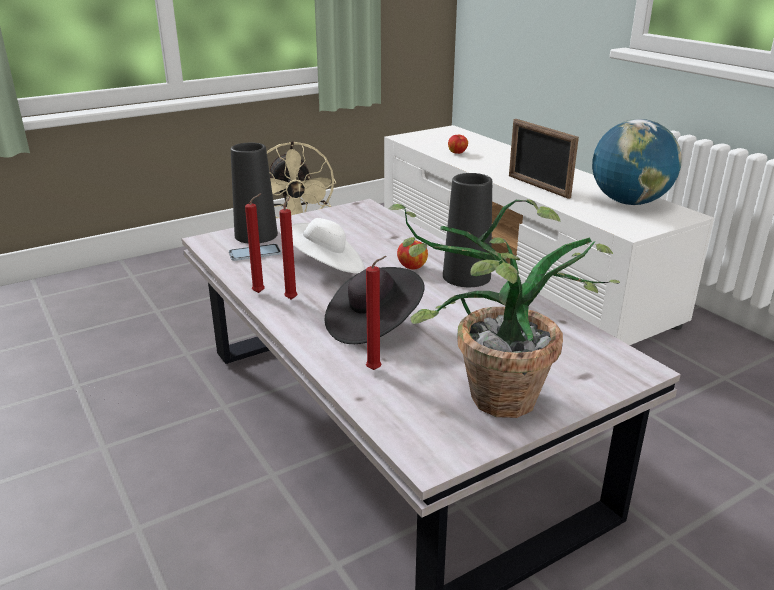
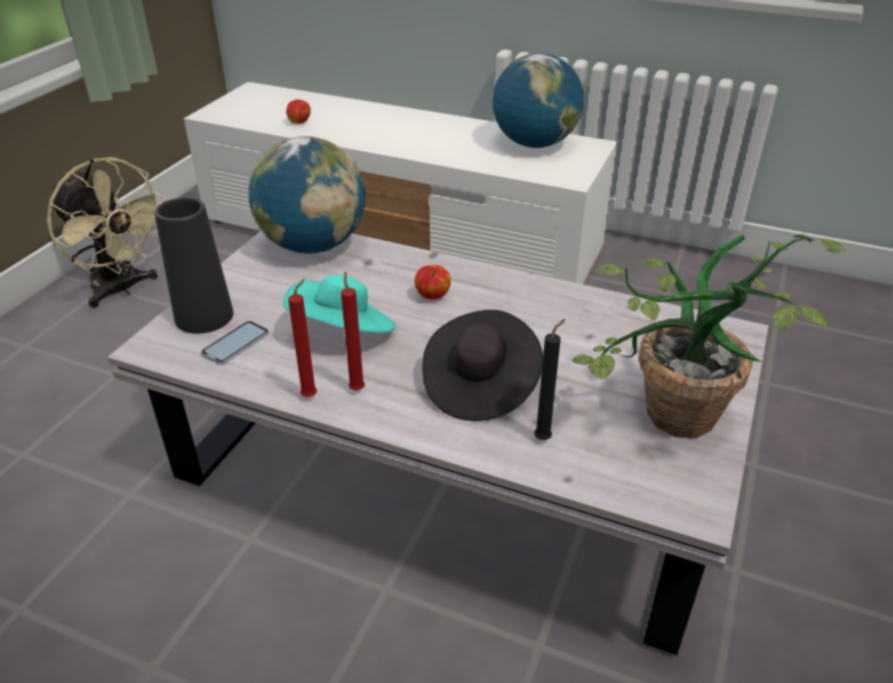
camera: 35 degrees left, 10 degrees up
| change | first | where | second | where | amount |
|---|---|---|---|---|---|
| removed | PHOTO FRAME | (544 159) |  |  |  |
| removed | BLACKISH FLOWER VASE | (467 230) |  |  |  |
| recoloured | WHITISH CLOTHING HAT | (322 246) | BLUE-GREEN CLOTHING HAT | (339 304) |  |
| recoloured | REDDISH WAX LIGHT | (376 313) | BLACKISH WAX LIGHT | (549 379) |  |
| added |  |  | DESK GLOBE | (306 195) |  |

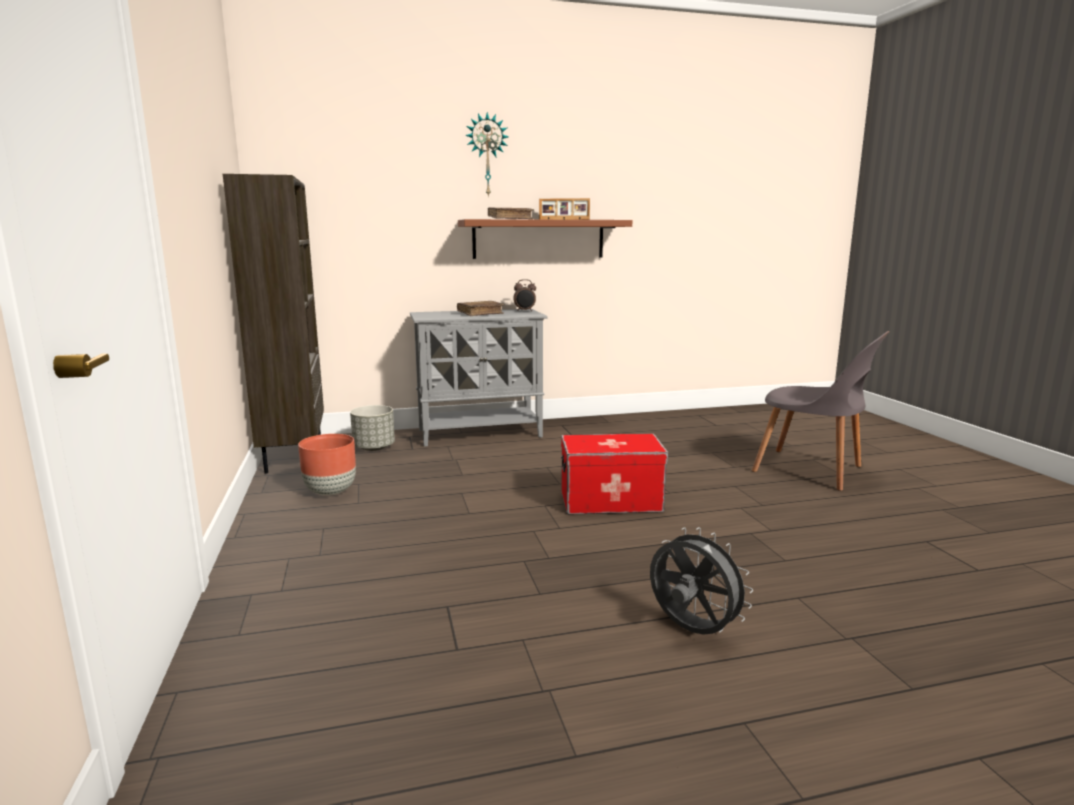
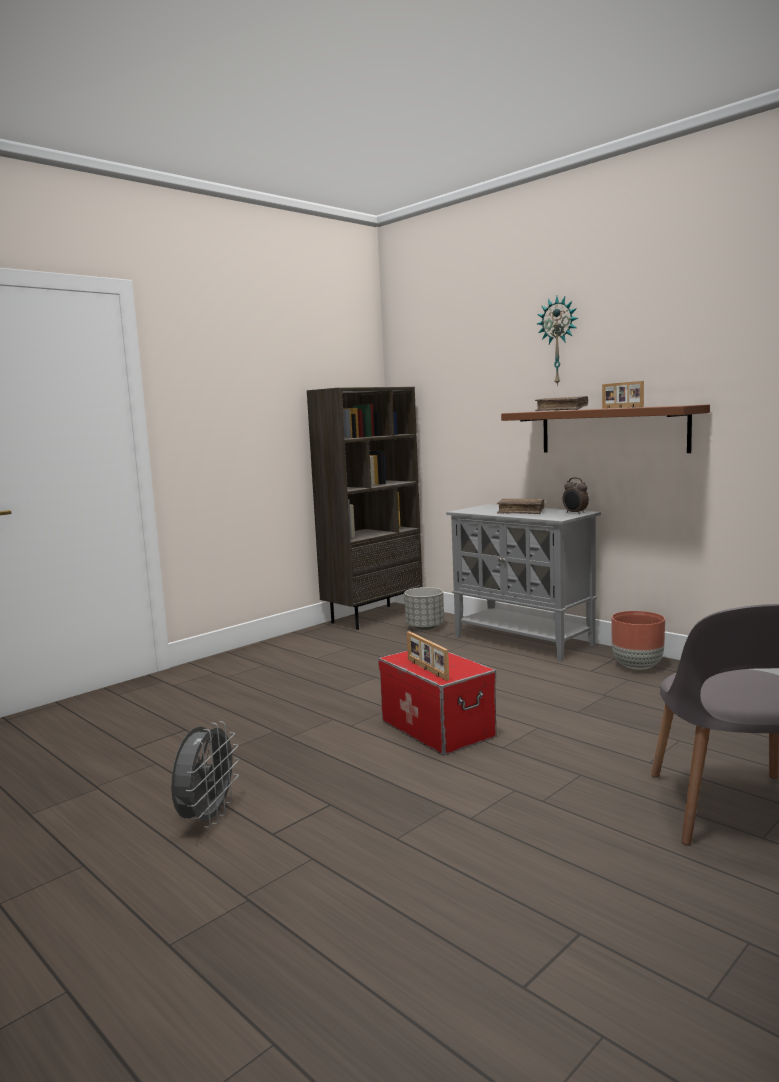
camera: 60 degrees right, 5 degrees down
| change | first | where | second | where | amount |
|---|---|---|---|---|---|
| moved | BROWN FLOWER POT | (327 465) |  | (638 640) |  |
| added |  |  | PHOTO FRAME | (428 656) |  |

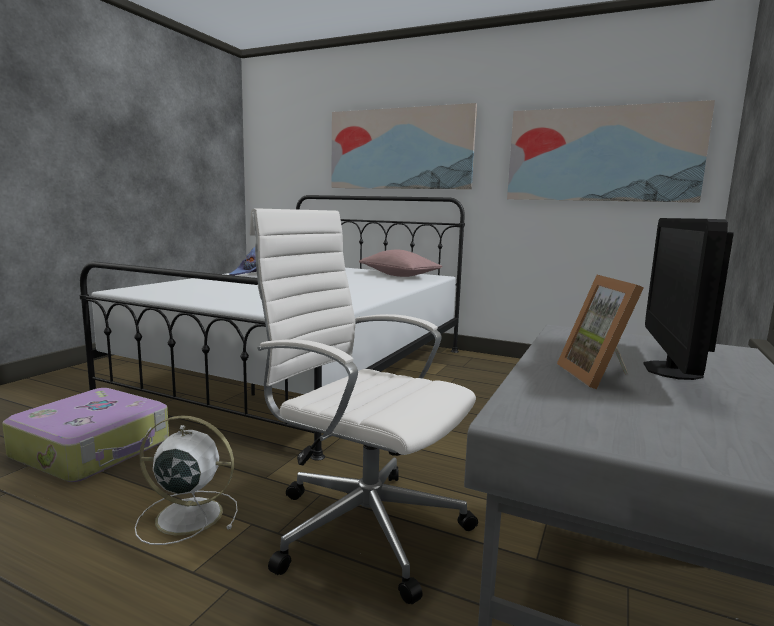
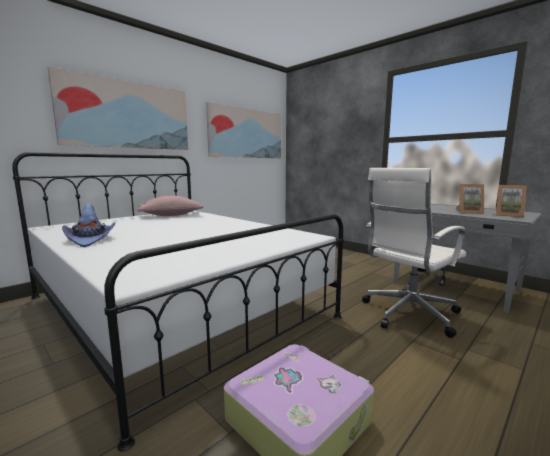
camera: 70 degrees left, 0 degrees up
| change | first | where | second | where | amount |
|---|---|---|---|---|---|
| removed | COMPUTER SCREEN | (689 299) |  |  |  |
| removed | WHITISH FAN | (186 480) |  |  |  |
| added |  |  | PHOTO FRAME | (511 201) |  |

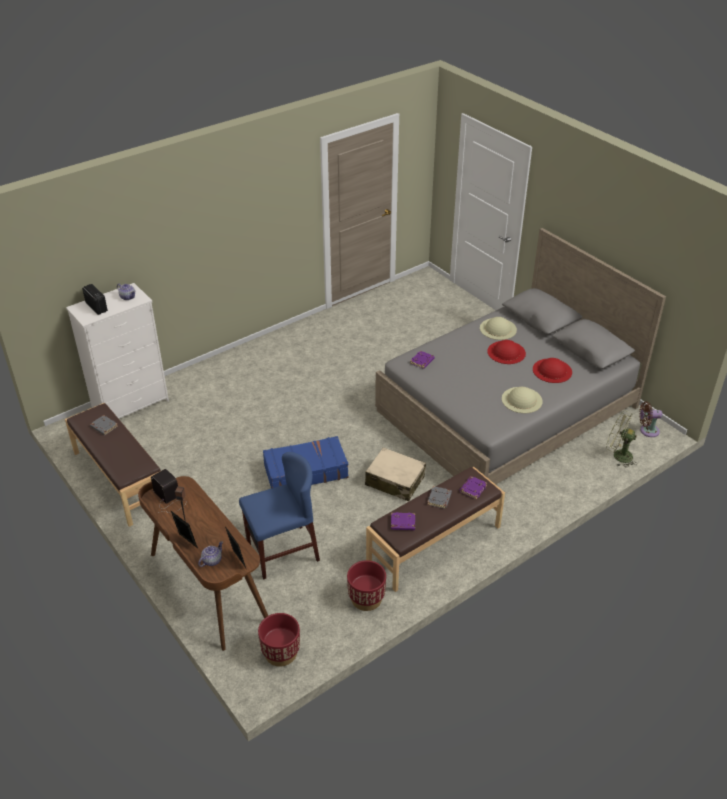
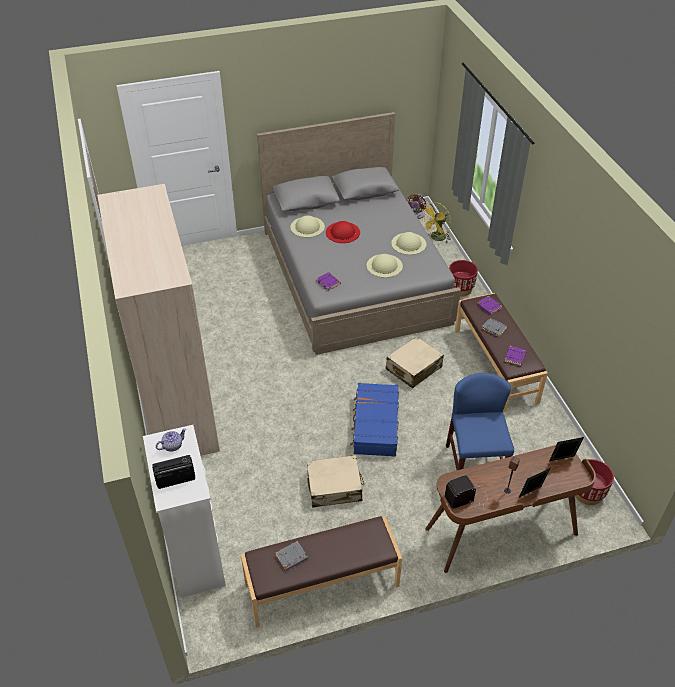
camera: 70 degrees left, 5 degrees up
| change | first | where | second | where | amount |
|---|---|---|---|---|---|
| removed | REDDISH CLOTHING HAT | (552 370) |  |  |  |
| recoloured | GREENISH FAN | (621 439) | YELLOWISH FAN | (435 222) |  |
| removed | POT FOR TEA | (210 554) |  |  |  |
| moved | REDDISH FLOWER POT | (366 585) |  | (463 278) |  |
| added |  |  | BEIGE-COLOURED CLOTHES CUPBOARD | (158 320) |  |
| added |  |  | BEIGE-COLOURED CLOTHING HAT | (385 266) |  |
| added |  |  | BEIGE-COLOURED PIECE OF LUGGAGE | (335 481) |  |

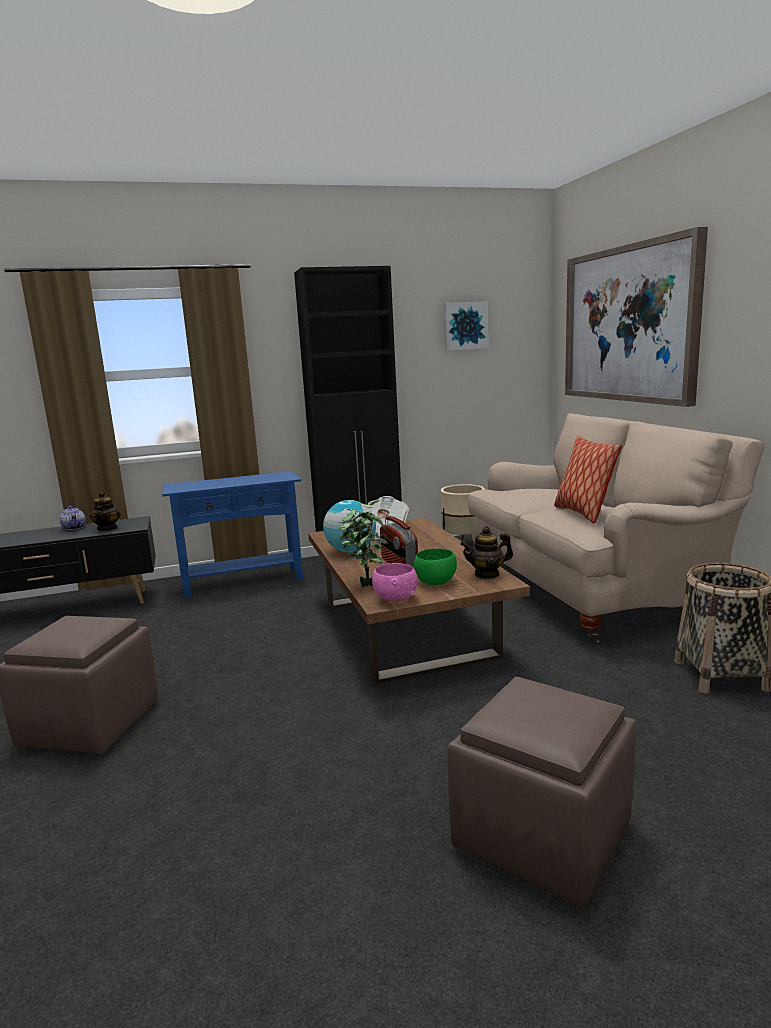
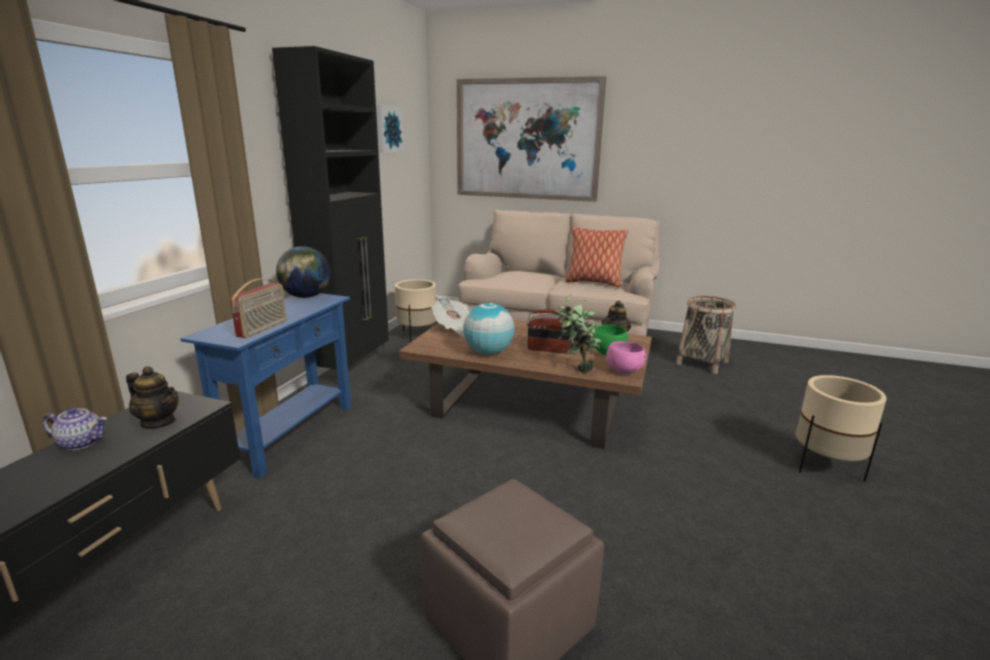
camera: 55 degrees left, 5 degrees up
| change | first | where | second | where | amount |
|---|---|---|---|---|---|
| replaced | BROWN OTTOMAN | (541 792) | BEIGE-COLOURED FLOWER POT | (841 428) |  |
| added |  |  | DESK GLOBE | (303 272) |  |
| added |  |  | RADIO | (258 308) |  |

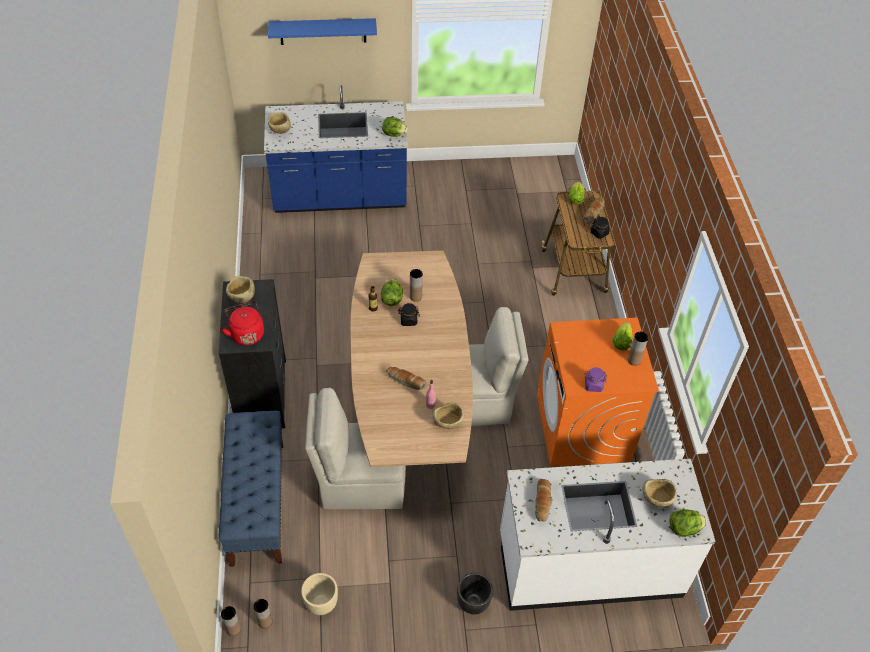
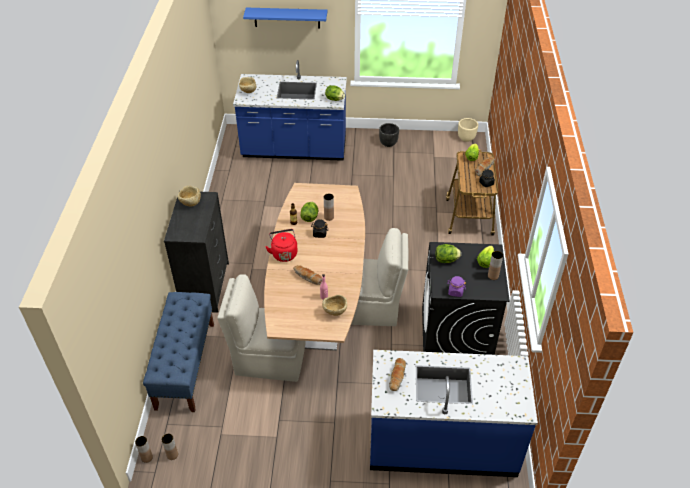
camera: 10 degrees right, 5 degrees down
| change | first | where | second | where | amount |
|---|---|---|---|---|---|
| moved | REDDISH KETTLE | (242 323) |  | (281 245) |  |
| recoloured | ORANGE LAUNDRY APPLIANCE | (598 392) | BLACKISH LAUNDRY APPLIANCE | (466 298) |  |
| recoloured | WHITISH COUNTER | (608 534) | BLUISH COUNTER | (454 413) |  |
| removed | BEIGE-COLOURED SERVING BOWL | (659 493) |  |  |  |
| moved | LETTUCE HEAD | (688 523) |  | (448 253) |  |
| moved | BLACKISH FLOWER POT | (475 593) |  | (389 135) |  |
| moved | BEIGE-COLOURED FLOWER POT | (319 594) |  | (468 130) |  |

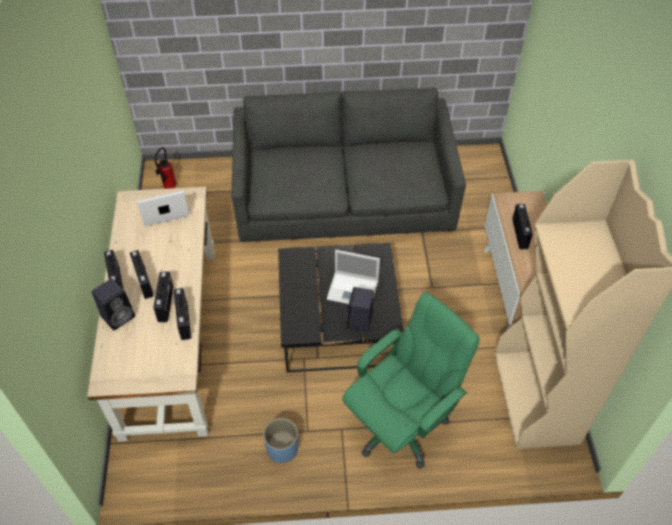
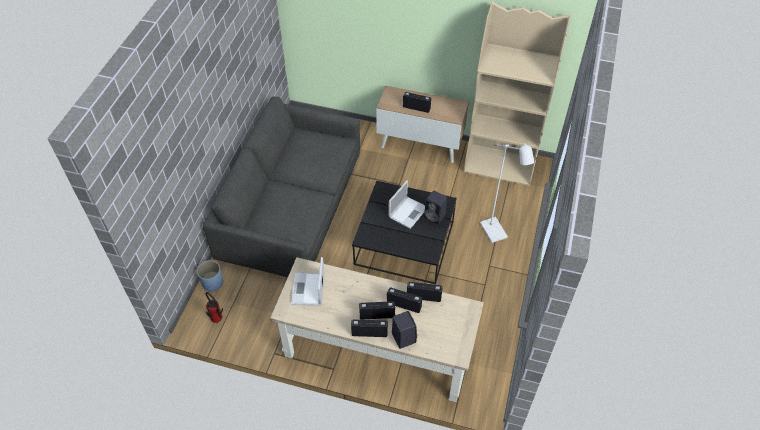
camera: 70 degrees left, 0 degrees up
| change | first | where | second | where | amount |
|---|---|---|---|---|---|
| replaced | GREENISH DESK CHAIR | (411 380) | WHITISH FLOOR LAMP | (507 193) |  |
| moved | BLUISH FLOWER POT | (280 440) |  | (210 275) |  |

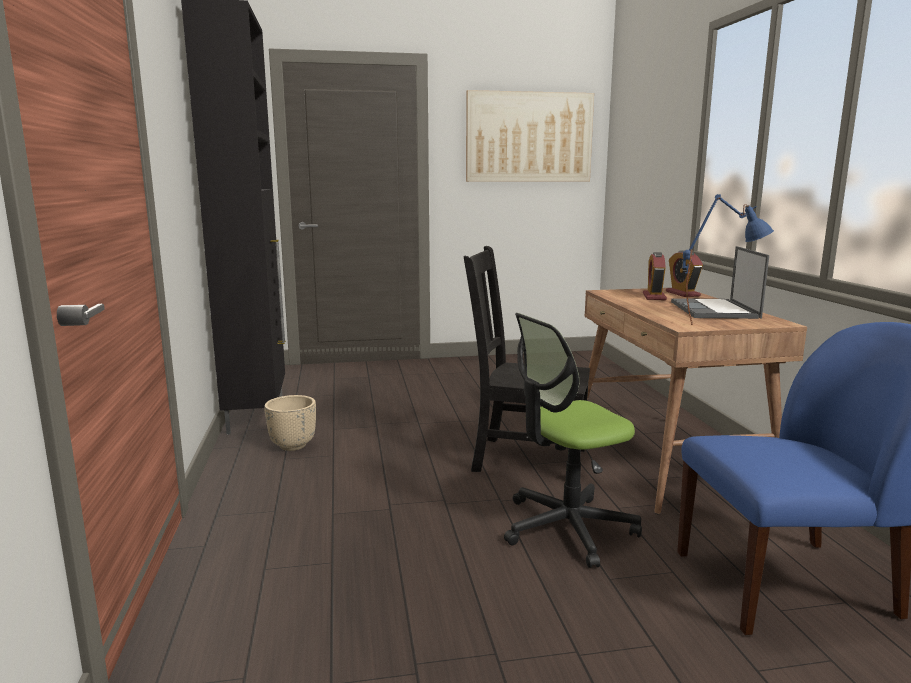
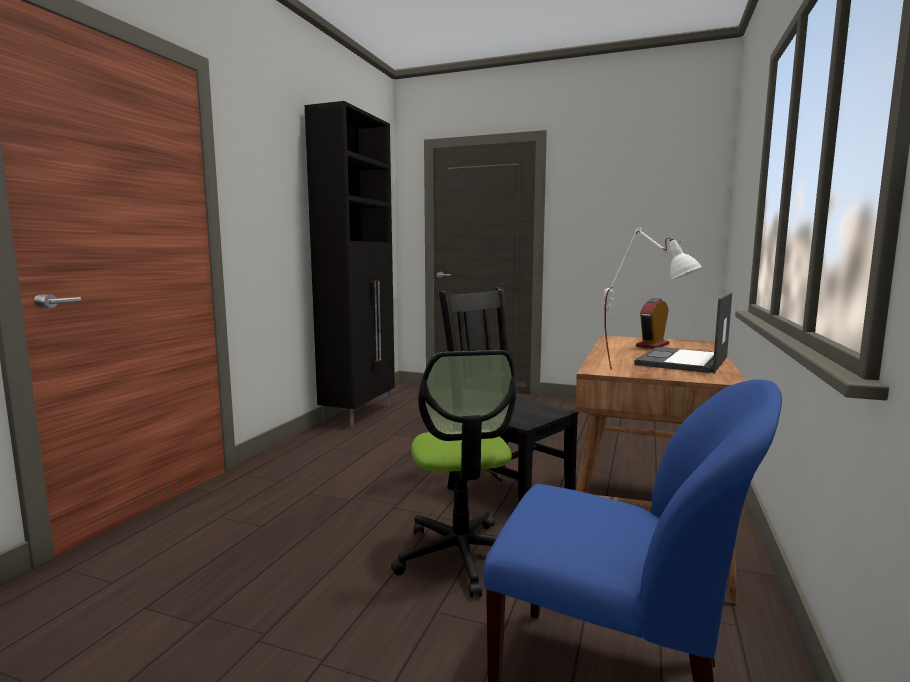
camera: 30 degrees right, 5 degrees down
| change | first | where | second | where | amount |
|---|---|---|---|---|---|
| removed | PICTURE | (530 136) |  |  |  |
| recoloured | BLUISH LAMP FOR A TABLE | (728 259) | WHITISH LAMP FOR A TABLE | (653 298) |  |
| removed | TABLE CLOCK | (684 273) |  |  |  |
| turned | DESK CHAIR | (573 440) |  | (454 474) | 105 degrees counterclockwise |
| removed | BEIGE-COLOURED FLOWER POT | (290 423) |  |  |  |

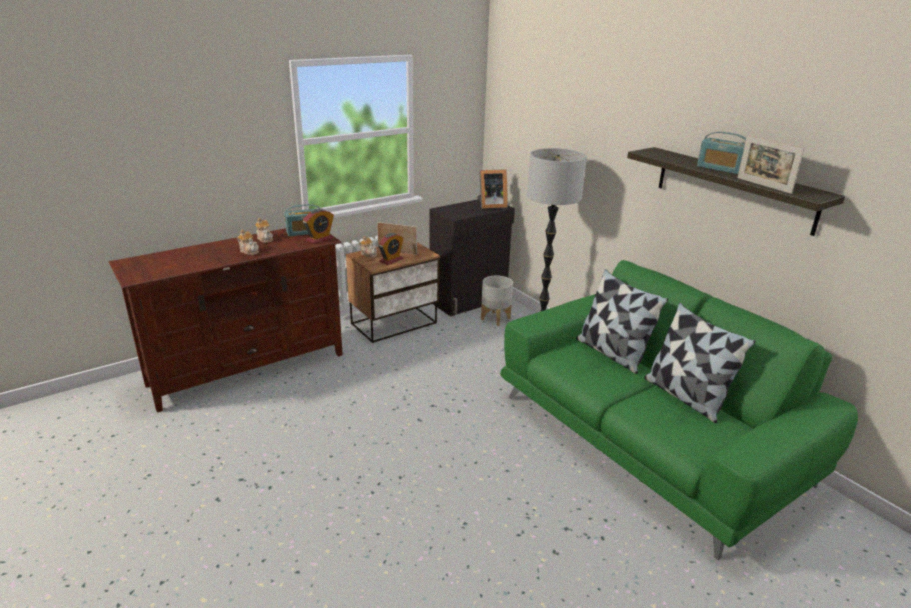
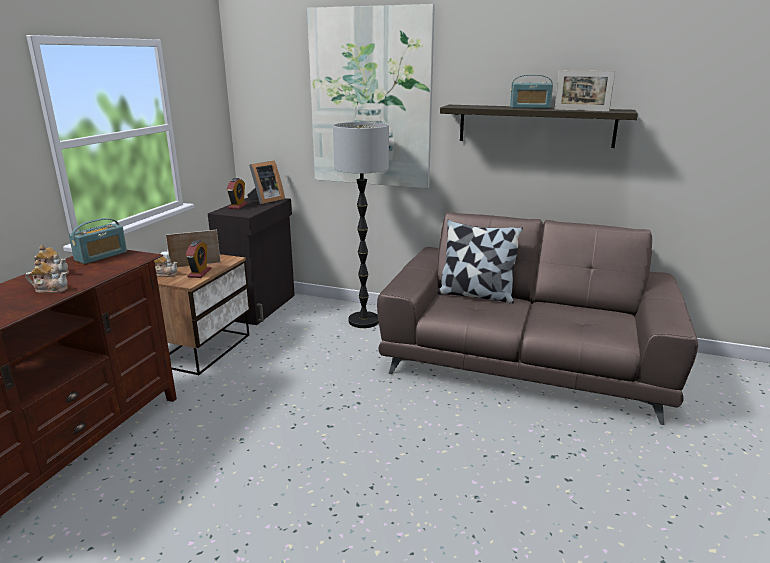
camera: 35 degrees left, 5 degrees down
| change | first | where | second | where | amount |
|---|---|---|---|---|---|
| moved | TABLE CLOCK | (318 226) |  | (237 193) |  |
| recoloured | GREENISH SETTEE | (679 410) | BROWN SETTEE | (537 318) |  |
| removed | GREY FLOWER POT | (497 301) |  |  |  |
| removed | PILLOW | (700 363) |  |  |  |
| added |  |  | PICTURE | (371 96) |  |

